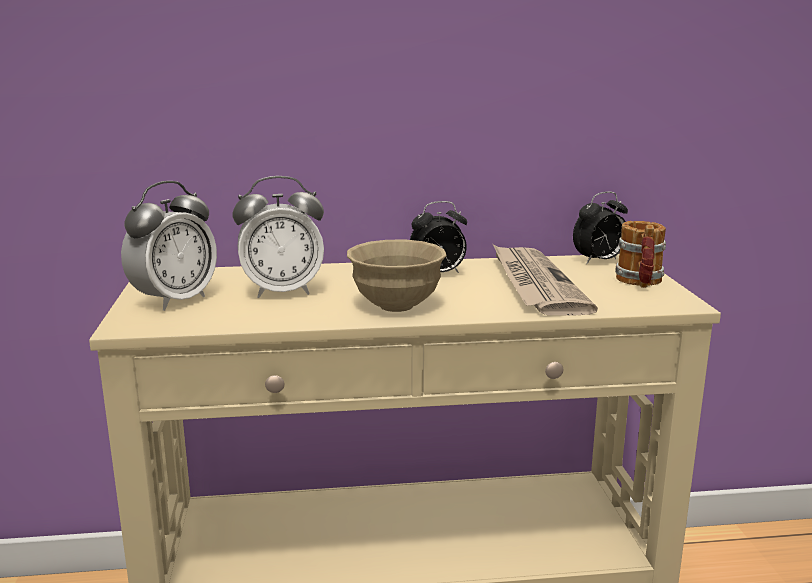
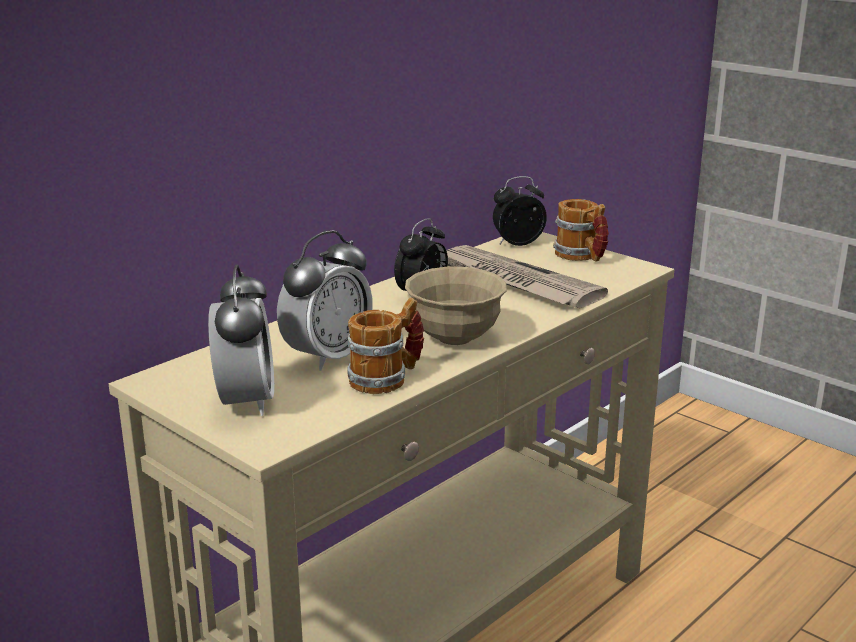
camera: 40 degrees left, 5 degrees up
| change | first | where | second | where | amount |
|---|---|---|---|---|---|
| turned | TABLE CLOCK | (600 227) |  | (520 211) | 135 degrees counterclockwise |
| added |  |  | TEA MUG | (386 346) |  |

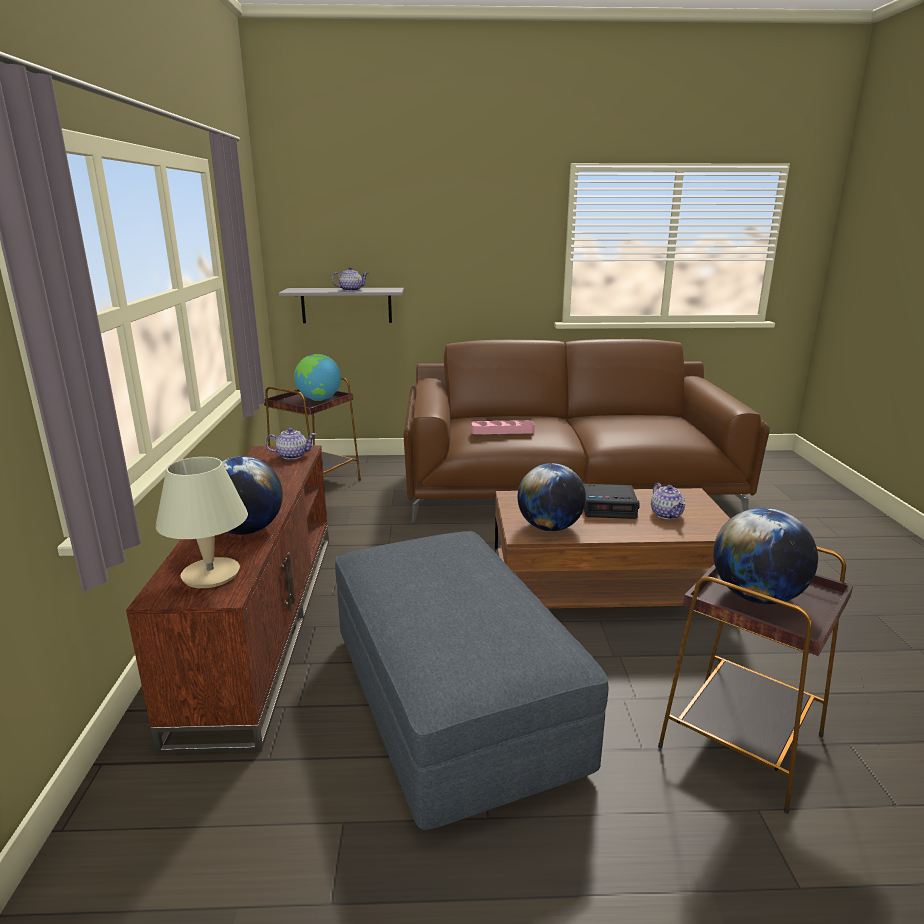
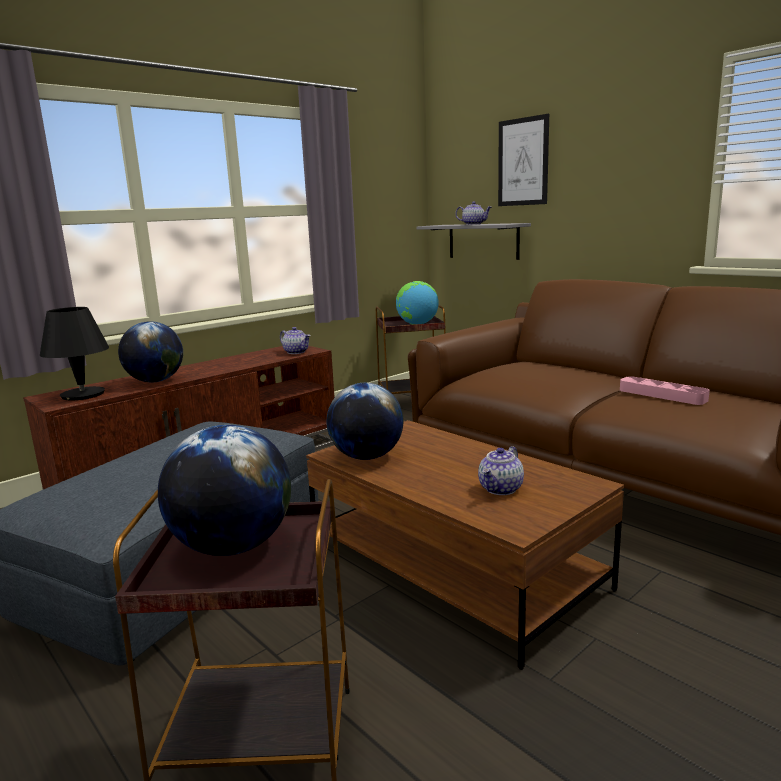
camera: 50 degrees right, 5 degrees down
| change | first | where | second | where | amount |
|---|---|---|---|---|---|
| moved | PINKISH CARRYING TRAY | (503 427) |  | (665 390) |  |
| recoloured | BEIGE-COLOURED LAMP FOR A TABLE | (202 522) | BLACKISH LAMP FOR A TABLE | (74 353) |  |
| removed | TABLE CLOCK | (611 501) |  |  |  |
| added |  |  | PICTURE | (523 160) |  |

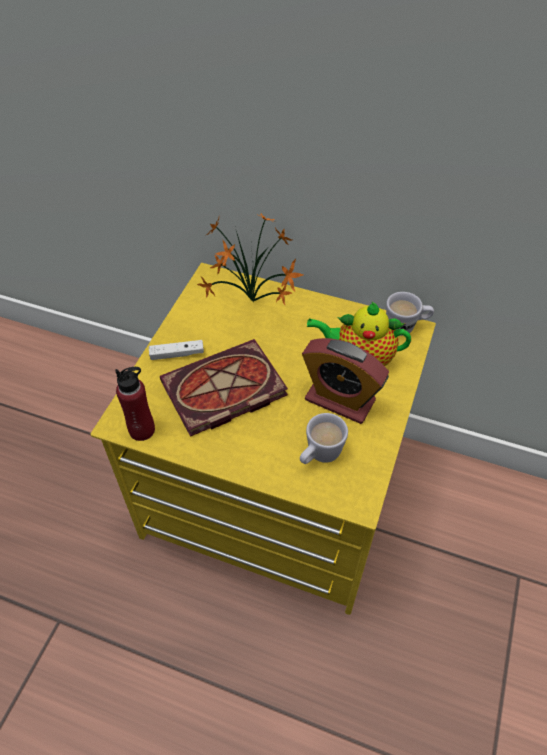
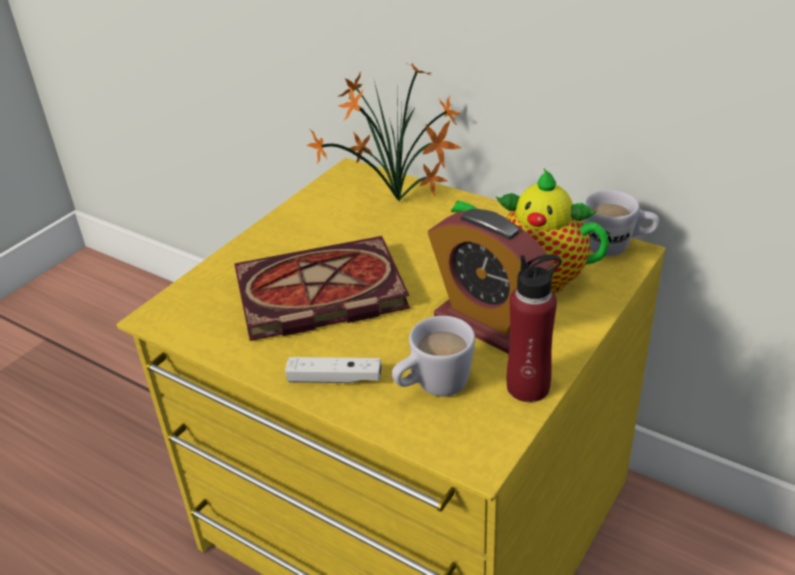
camera: 15 degrees right, 15 degrees down
| change | first | where | second | where | amount |
|---|---|---|---|---|---|
| moved | WHITISH JOYPAD | (176 350) |  | (333 370) |  |
| moved | REDDISH BOTTLE | (135 404) |  | (534 328) |  |

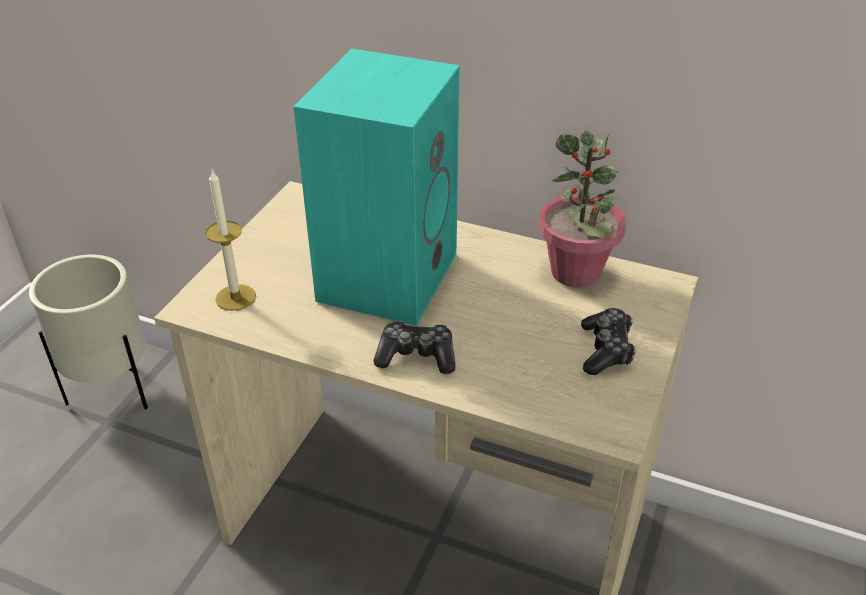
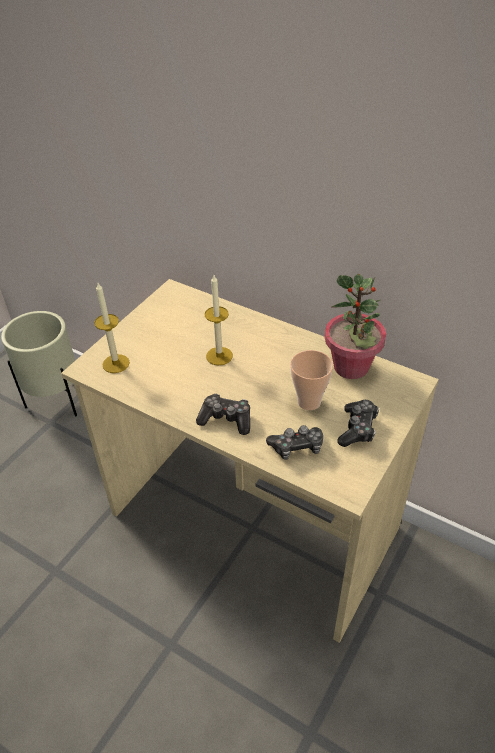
camera: 10 degrees right, 5 degrees up
| change | first | where | second | where | amount |
|---|---|---|---|---|---|
| replaced | BLUE-GREEN AUDIO SPEAKER | (377 187) | WAX LIGHT | (219 320) |  |
| added |  |  | CUP | (311 380) |  |
| added |  |  | JOYPAD | (294 442) |  |

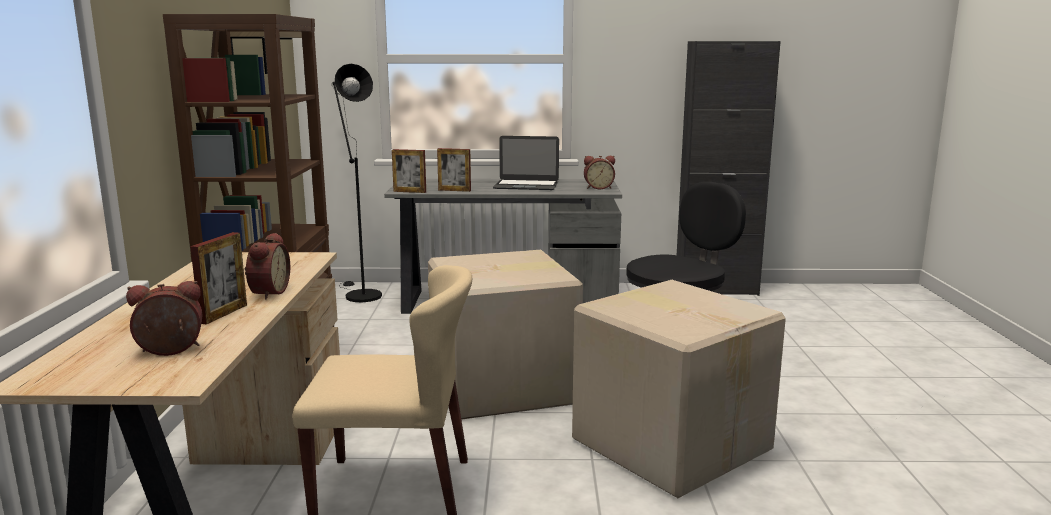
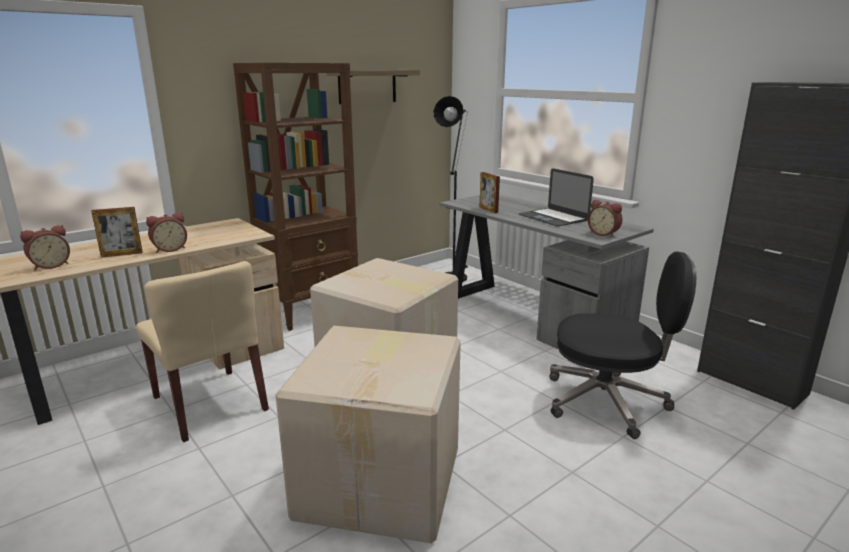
camera: 50 degrees right, 5 degrees up
| change | first | where | second | where | amount |
|---|---|---|---|---|---|
| removed | PHOTO FRAME | (409 171) |  |  |  |
| turned | TABLE CLOCK | (164 318) |  | (45 247) | 105 degrees clockwise |

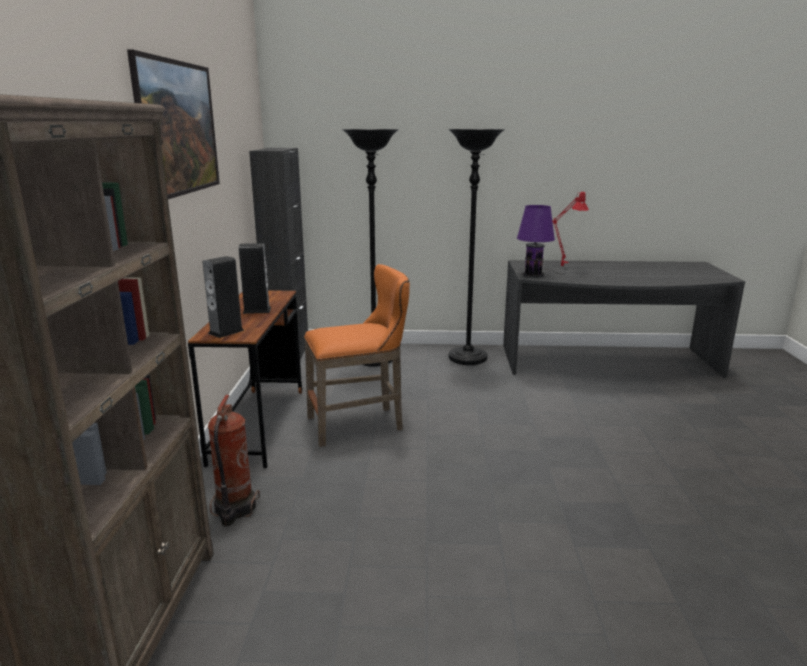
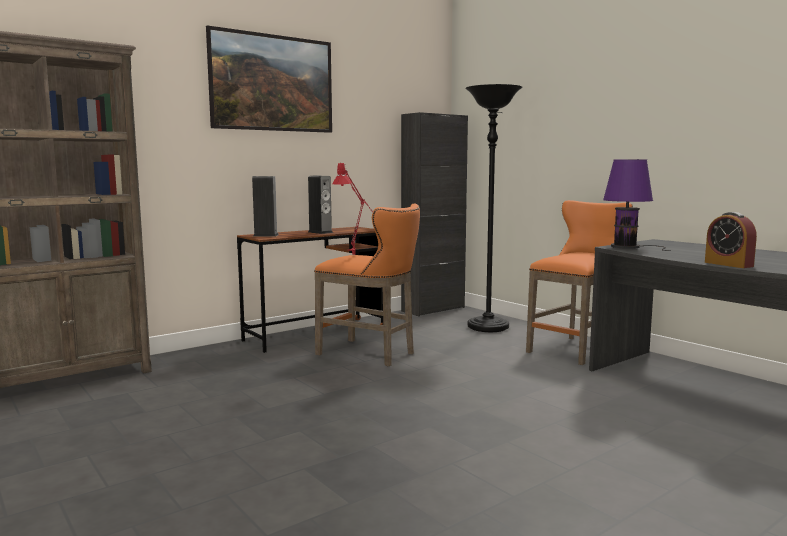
camera: 50 degrees right, 10 degrees down
| change | first | where | second | where | amount |
|---|---|---|---|---|---|
| replaced | BLACKISH FLOOR LAMP | (476 247) | ORANGE STOOL | (579 282) |  |
| moved | REDDISH LAMP FOR A TABLE | (570 229) |  | (352 209) |  |
| removed | FIRE EXTINGUISHER | (234 460) |  |  |  |
| added |  |  | TABLE CLOCK | (731 240) |  |

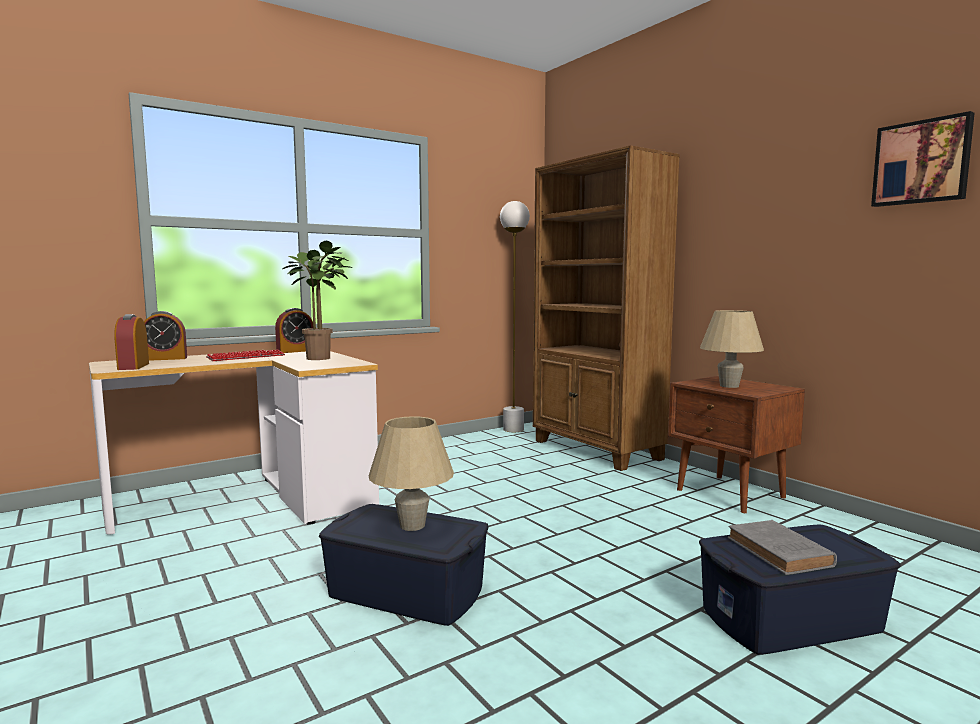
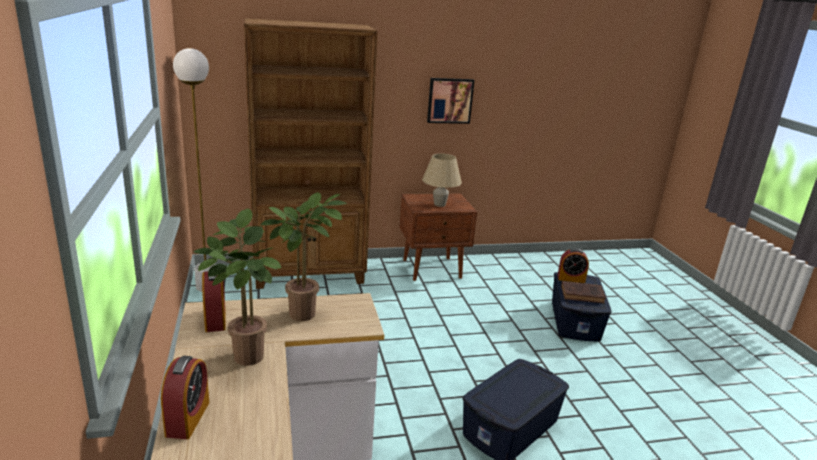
camera: 70 degrees left, 15 degrees up
| change | first | where | second | where | amount |
|---|---|---|---|---|---|
| moved | PICTURE | (923 159) |  | (451 101) |  |
| moved | TABLE CLOCK | (131 342) |  | (573 265) |  |
| replaced | KEYBOARD | (245 355) | POTTED PLANT | (237 287) |  |
| removed | BEIGE-COLOURED LAMP FOR A TABLE | (411 473) |  |  |  |
| recoloured | GREY BOUND BOOK | (782 547) | BROWN BOUND BOOK | (583 292) |  |

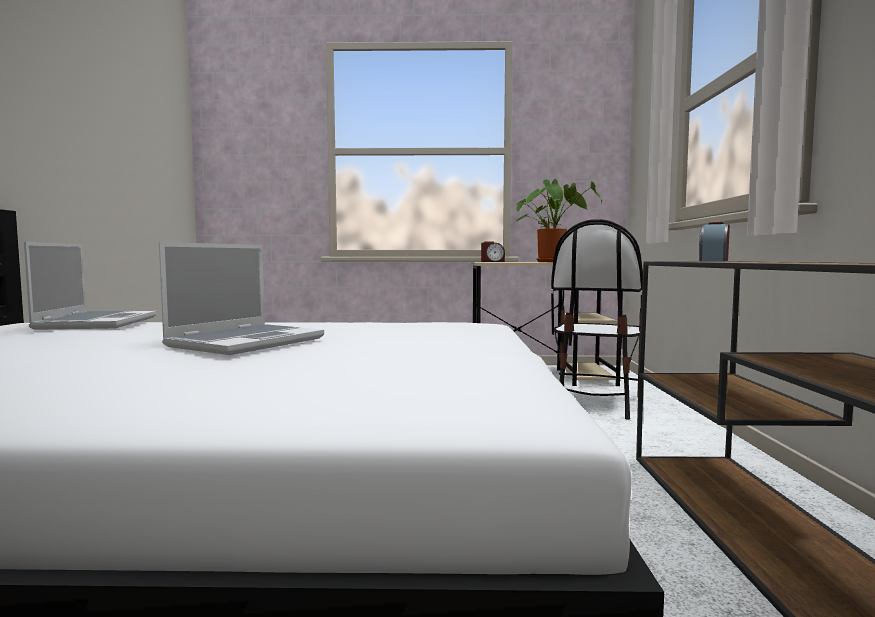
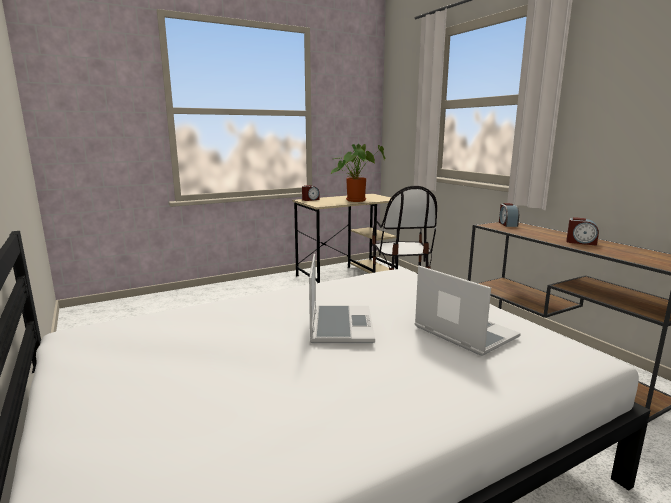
camera: 30 degrees left, 10 degrees up
| change | first | where | second | where | amount |
|---|---|---|---|---|---|
| moved | LAPTOP | (90 286) |  | (468 311) |  |
| added |  |  | TABLE CLOCK | (582 231) |  |

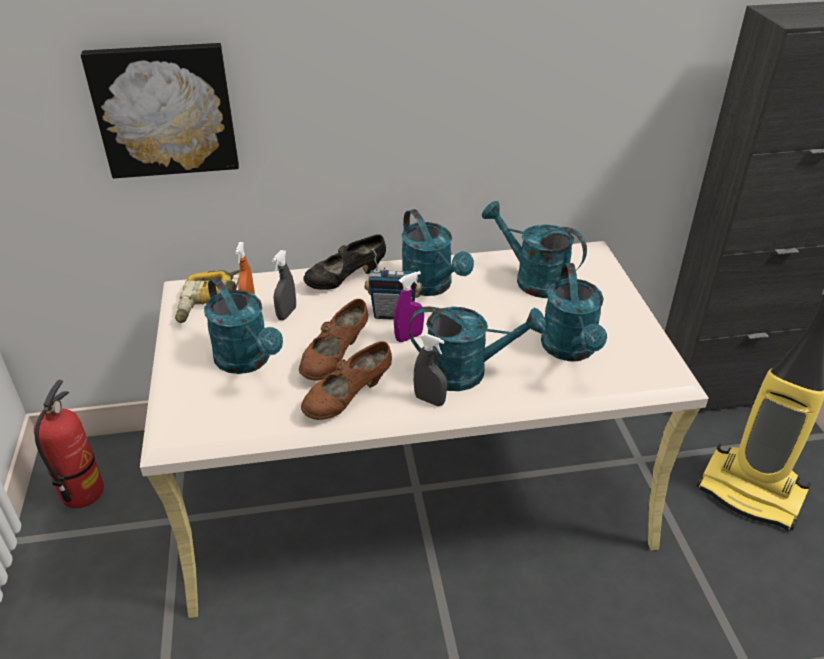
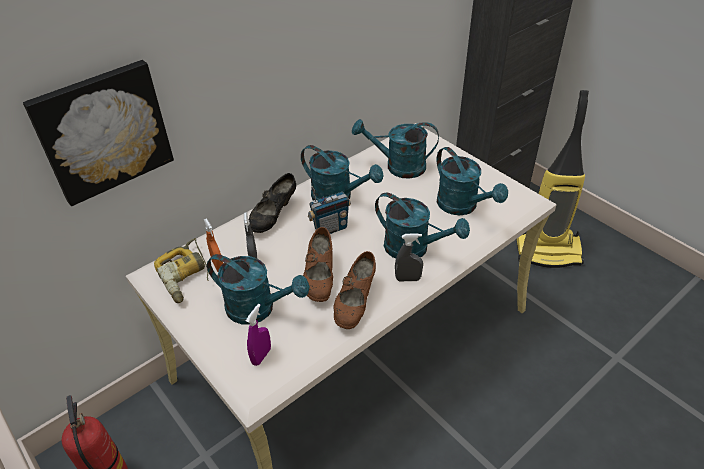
camera: 30 degrees left, 5 degrees up
| change | first | where | second | where | amount |
|---|---|---|---|---|---|
| moved | PURPLE HAND SPRAYER | (409 306) |  | (258 335) |  |
| turned | BLUE-GREEN WATERING POT | (478 348) |  | (422 225) | 60 degrees clockwise |

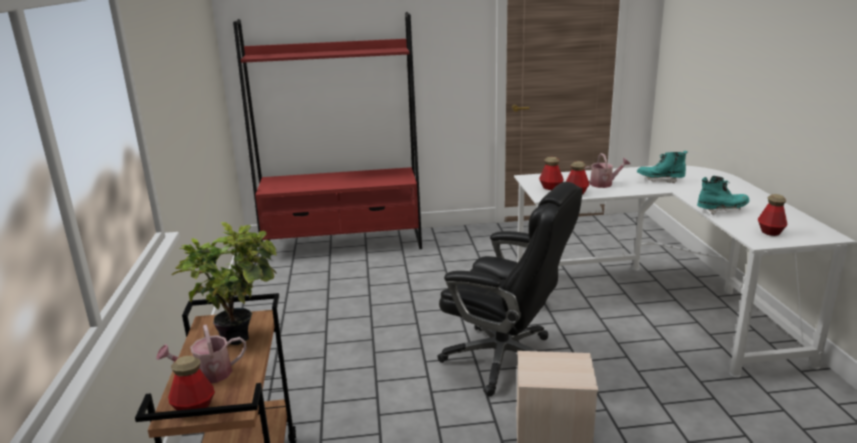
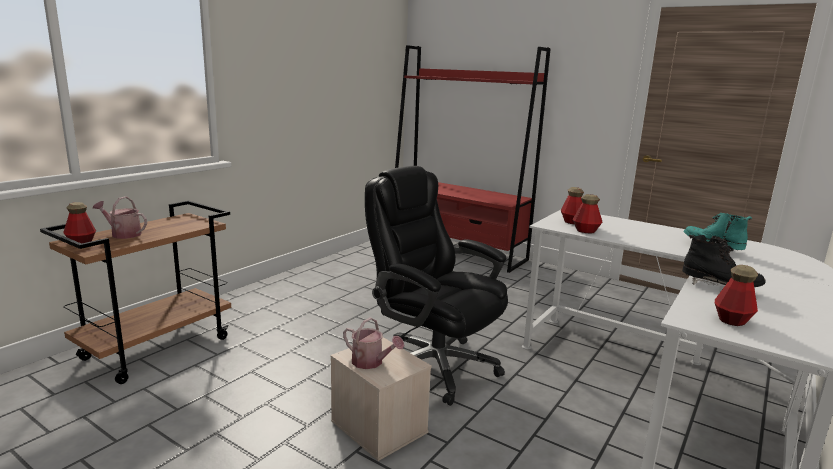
camera: 40 degrees right, 5 degrees down
| change | first | where | second | where | amount |
|---|---|---|---|---|---|
| moved | WATERING POT | (607 170) |  | (373 343) |  |
| recoloured | BLUE-GREEN TALL BOOT | (723 195) | BLACKISH TALL BOOT | (724 261) |  |
| turned | BLACKISH DESK CHAIR | (510 289) |  | (436 286) | 150 degrees clockwise |
| removed | POTTED PLANT | (224 283) |  |  |  |

